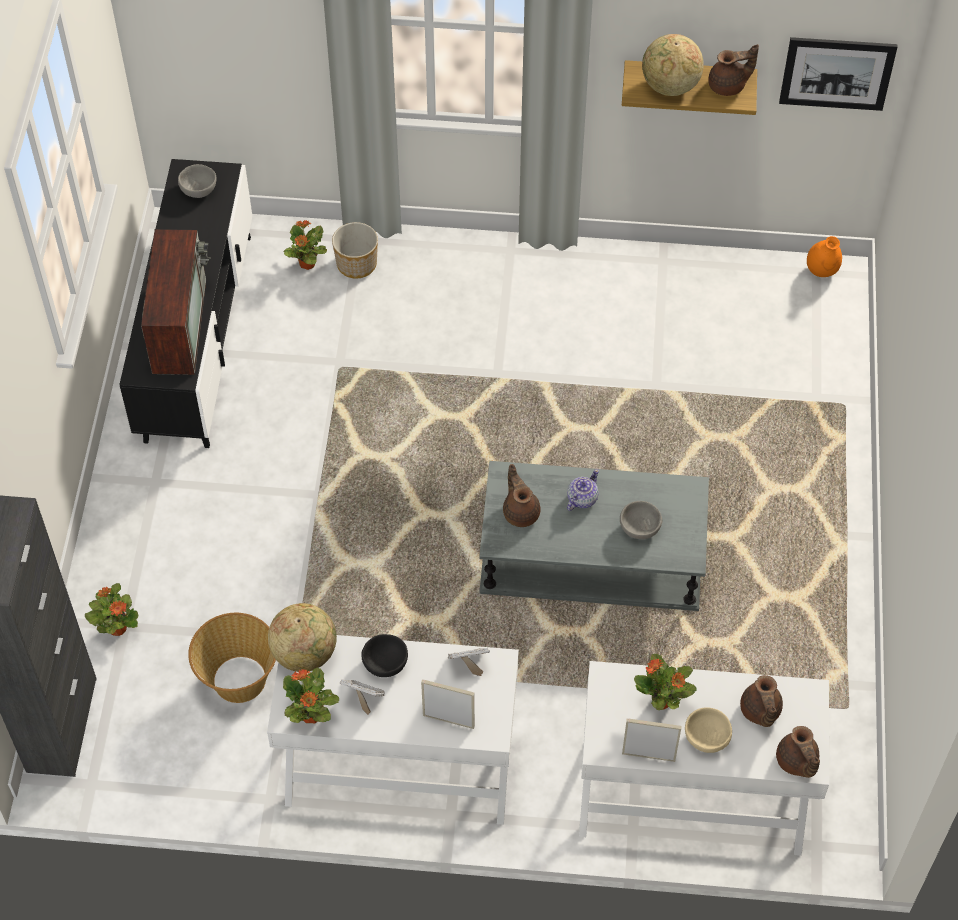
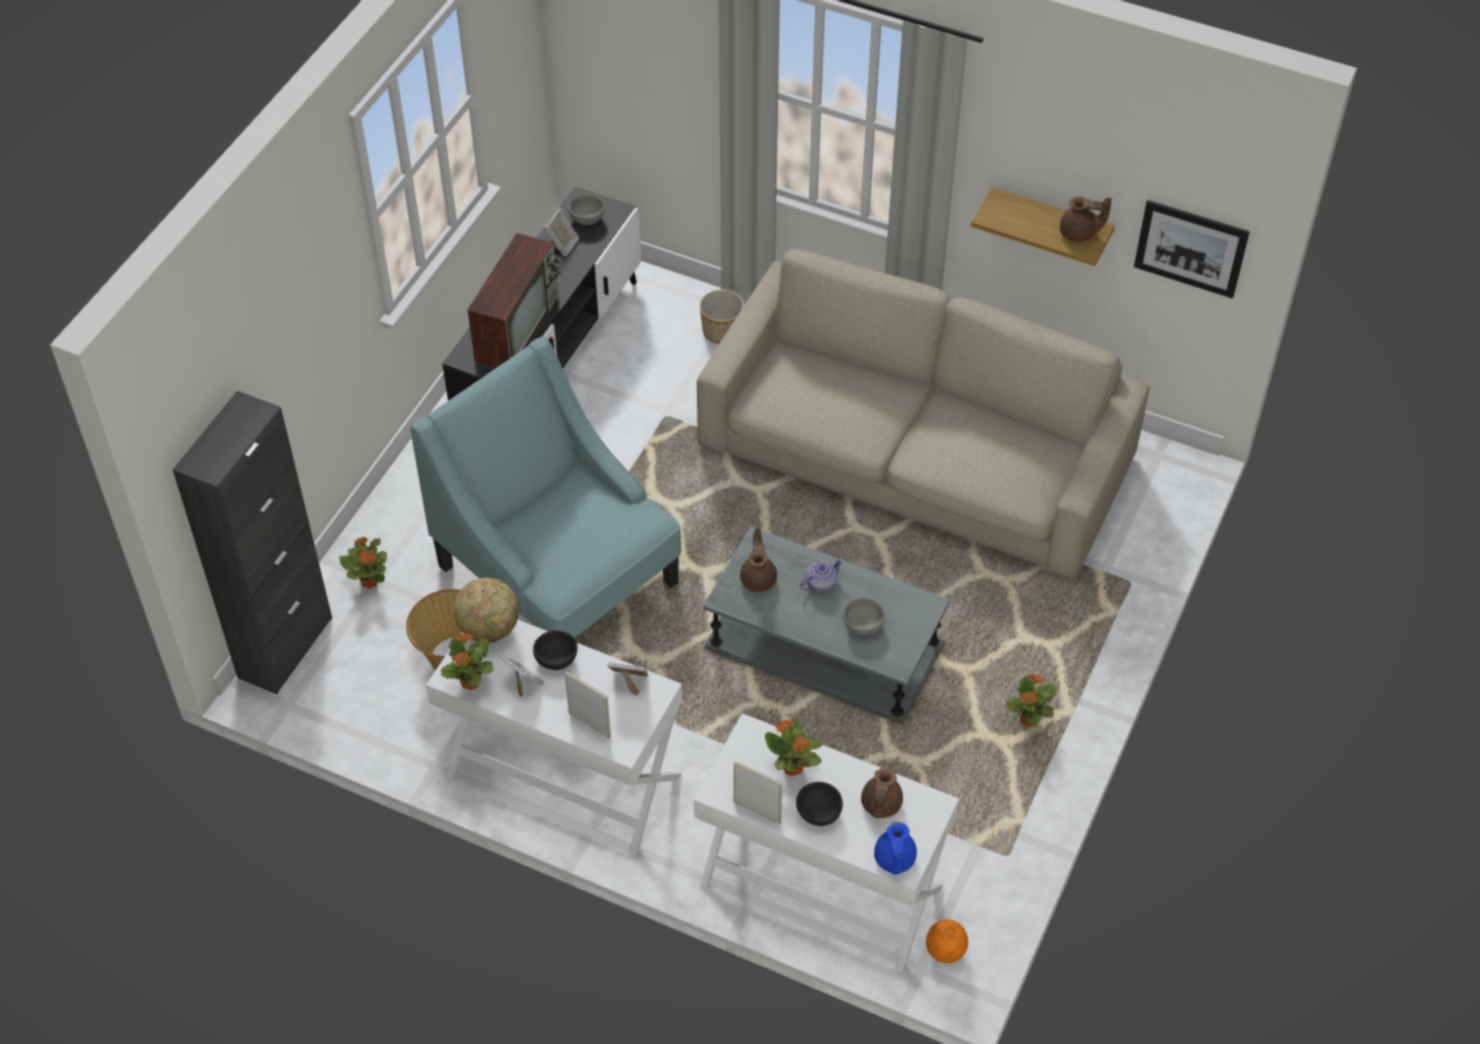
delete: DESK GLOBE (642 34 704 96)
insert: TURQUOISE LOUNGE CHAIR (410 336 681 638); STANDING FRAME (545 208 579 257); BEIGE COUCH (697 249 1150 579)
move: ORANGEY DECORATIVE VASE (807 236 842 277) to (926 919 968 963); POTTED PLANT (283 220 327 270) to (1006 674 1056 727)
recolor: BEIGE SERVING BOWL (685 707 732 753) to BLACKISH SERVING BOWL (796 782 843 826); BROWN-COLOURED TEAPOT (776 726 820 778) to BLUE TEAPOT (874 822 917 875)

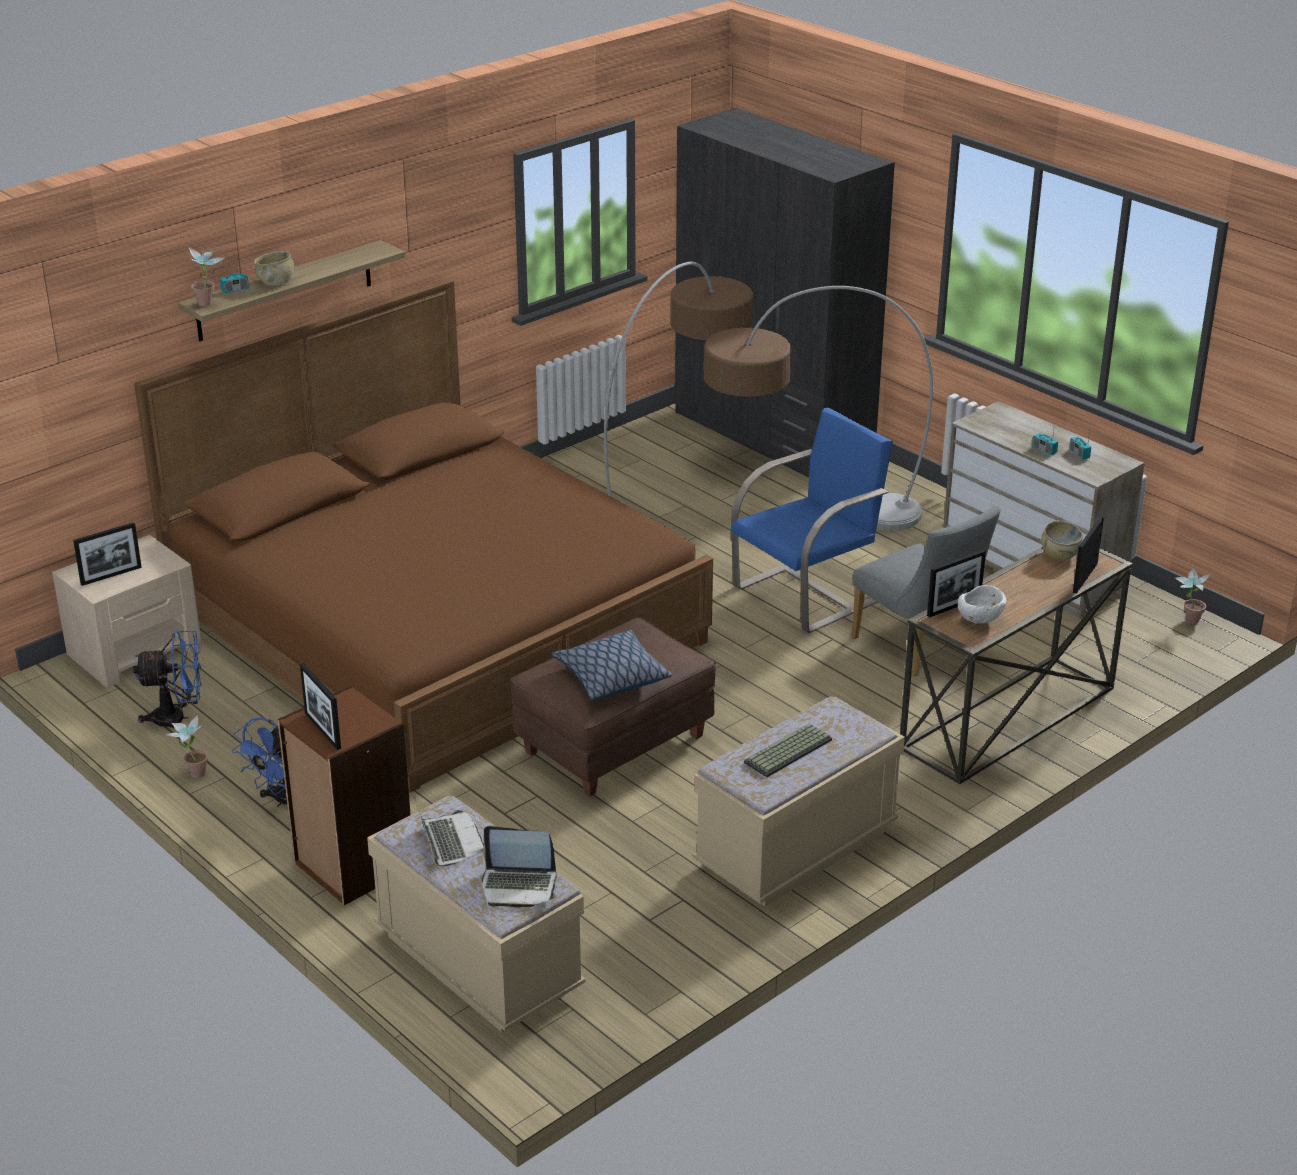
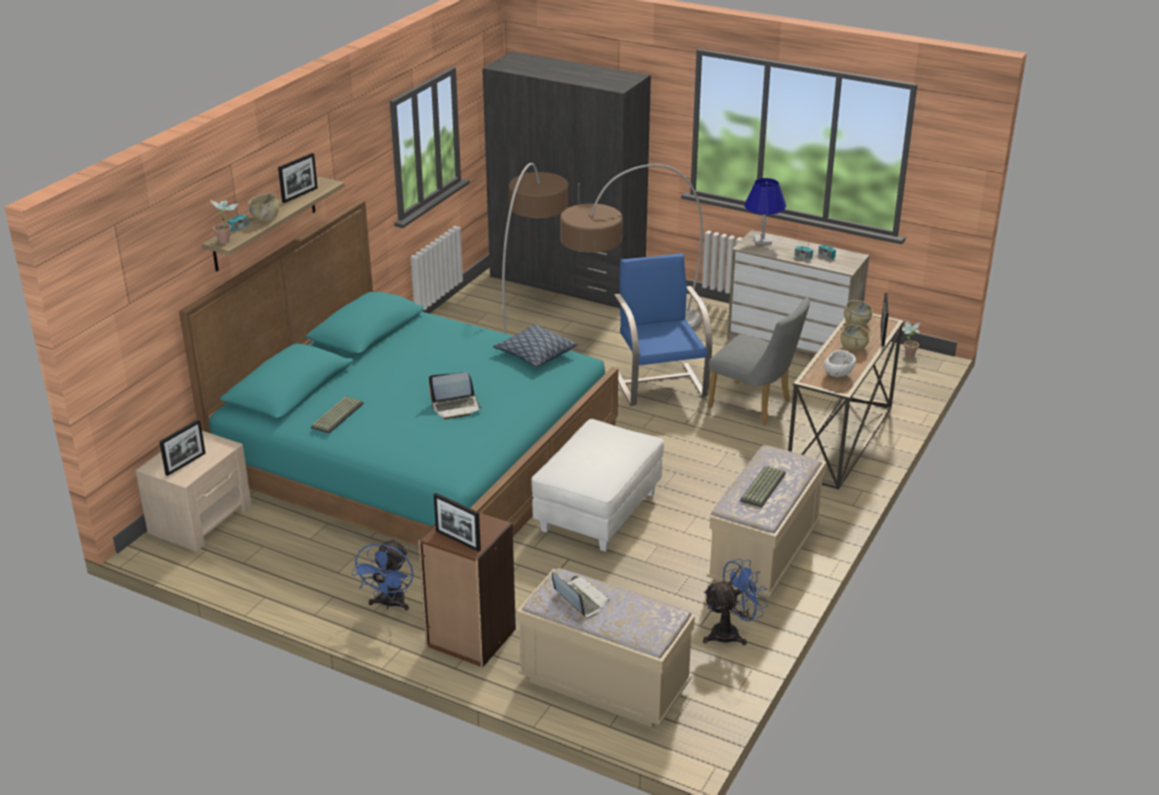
delete: POTTED PLANT (165 715 208 778)
insert: COMPUTER KEYBOARD (311 396 364 433); BLUE TABLE LAMP (744 178 786 244); BEIGE SERVING BOWL (840 325 870 352)
move: STANDING FRAME (927 550 986 617) to (278 153 318 203); NOTEBOOK COMPUTER (482 826 557 908) to (429 372 482 419); PILLOW (551 630 672 700) to (493 324 578 368); BLUE COOLING FAN (133 630 202 733) to (703 559 768 645)
recolor: BROWN-COLOURED SLEEPING BED (134 278 713 793) to TURQUOISE SLEEPING BED (179 199 618 547); BROWN-COLOURED OTTOMAN (511 618 716 797) to WHITE OTTOMAN (531 419 664 552)
rotate: BLUE LOUNGE CHAIR (731 408 893 633) = (614 253 712 406) 45 degrees counterclockwise

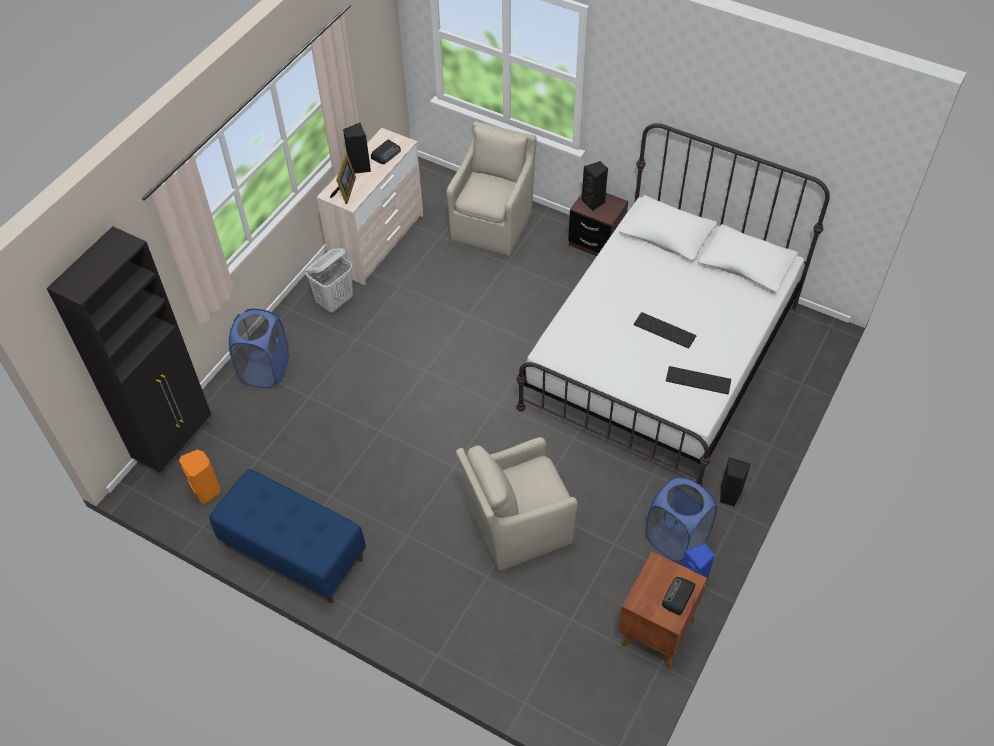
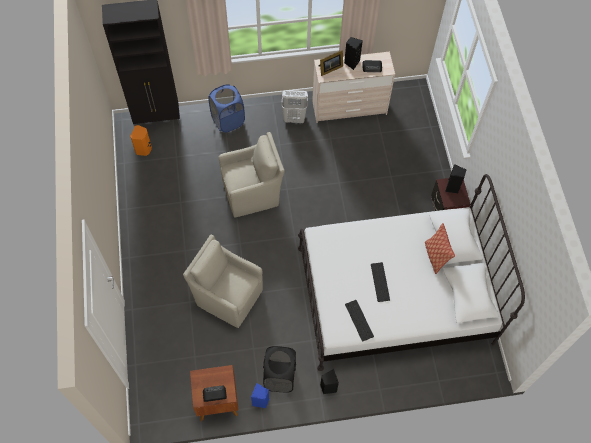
delete: BLUE LONG SEAT (209 469 366 603)
insert: PILLOW (425 223 455 274)
move: BEIGE LOUNGE CHAIR (446 121 537 256) to (219 132 284 217)
recolor: BLUE HAMPER (645 476 718 563) to BLACKISH HAMPER (263 346 296 393)

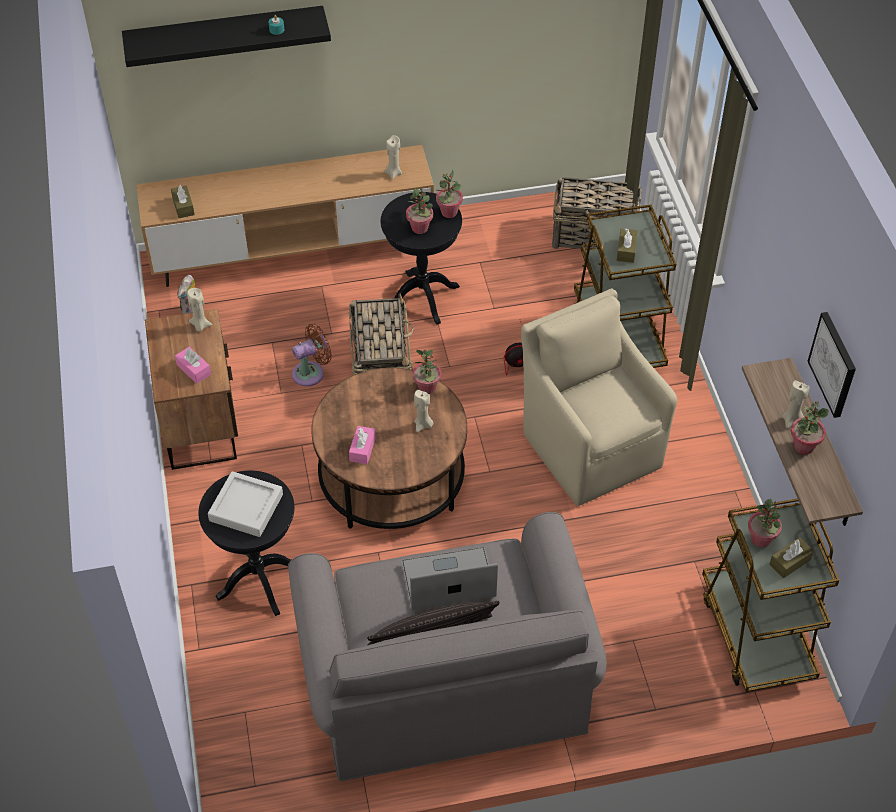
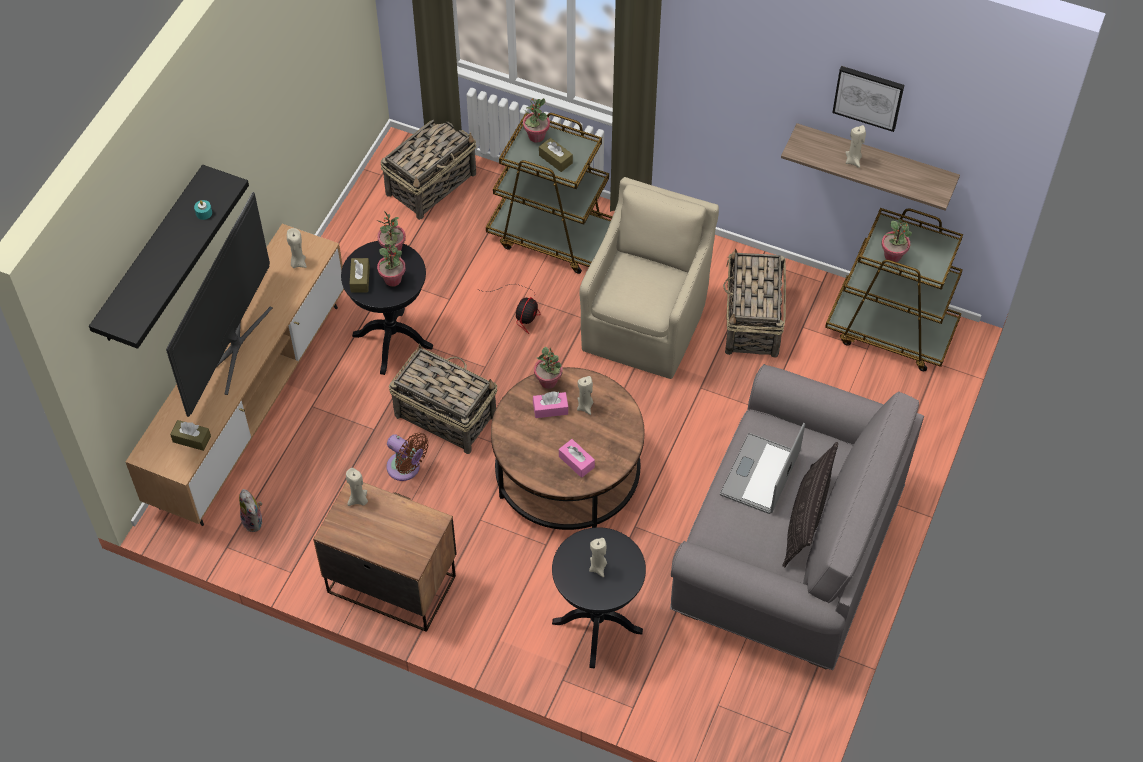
insert: TV SET (166 192 273 417); STORAGE BASKET (723 249 786 358)
move: BROWN-COLOURED TISSUE HOLDER (769 537 814 578) to (349 258 370 293); POTTED PLANT (791 401 829 454) to (523 98 550 143); PINKISH TISSUE HOLDER (175 347 211 384) to (533 391 568 418)
replace: GRAY CARRYING TRAY (208 471 283 537) to BEIGE CANDLE (589 538 607 577)
rotate: BROWN-COLOURED COOLING FAN (292 324 332 386) = (386 433 429 481) 120 degrees clockwise; BEIGE LOUNGE CHAIR (521 288 677 506) = (579 177 719 379) 105 degrees clockwise

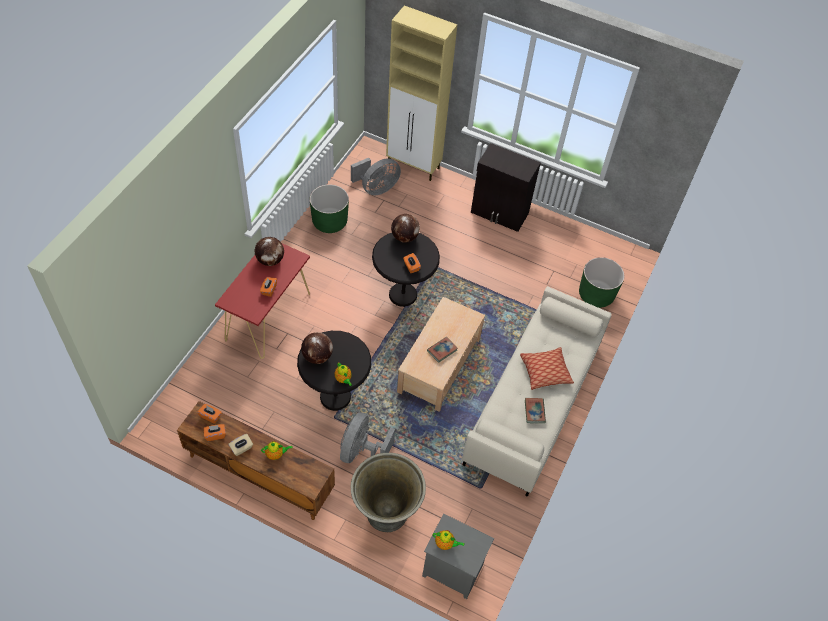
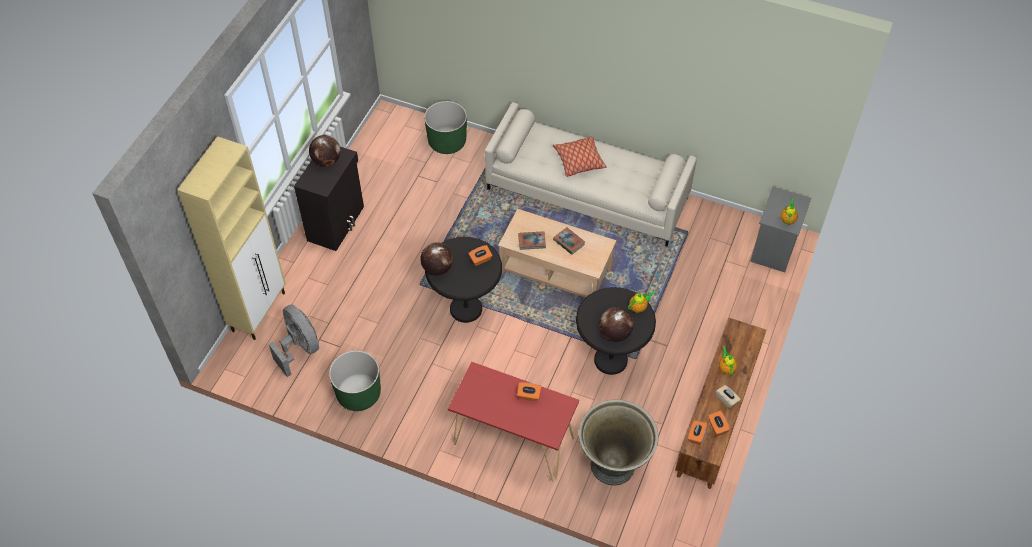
delete: GRAY COOLING FAN (340 412 395 463)
move: DESK GLOBE (255 237 284 266) to (309 135 341 167); BOUND BOOK (525 398 546 423) to (518 231 546 250); GRAY PLANT POT (350 453 426 532) to (579 400 658 486)

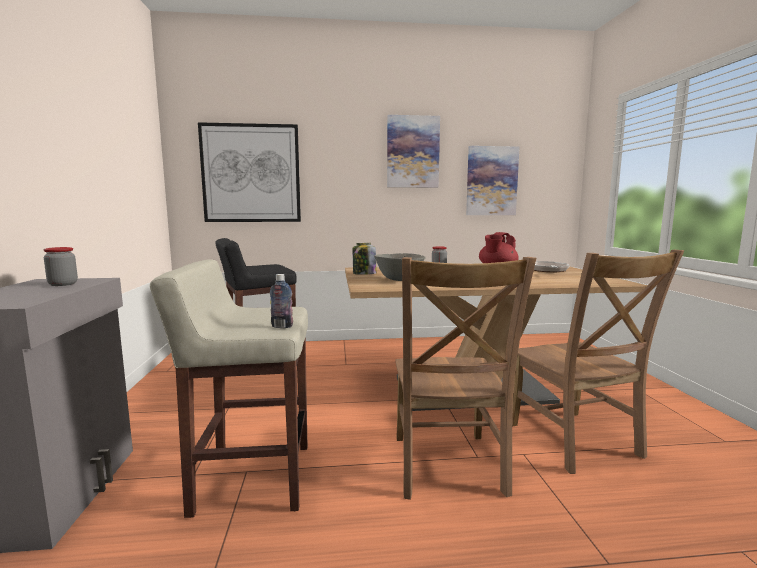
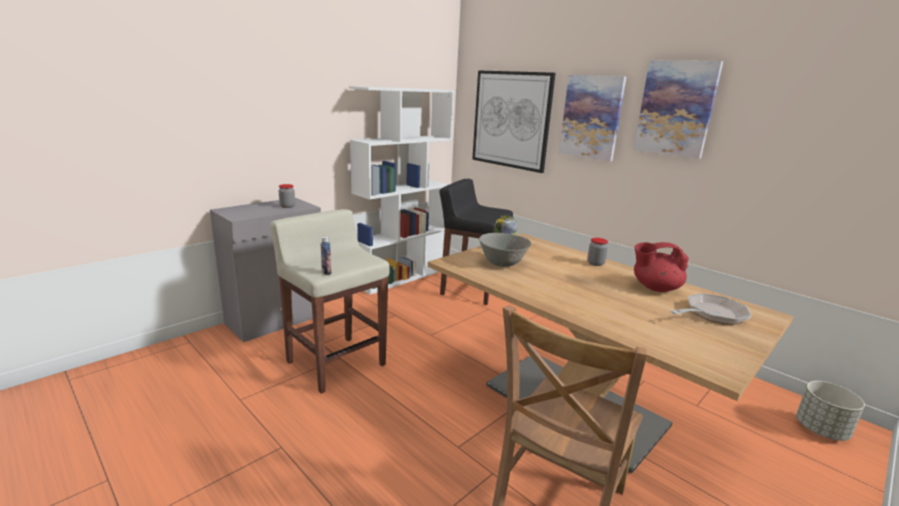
delete: BROWN-COLOURED PLAIN CHAIR (395 257 536 500)
insert: WHITE SHELVING UNIT (349 86 454 295); GRAY PLANT POT (796 381 865 441)
move: WALL ART (466 146 520 215) to (559 75 626 161)

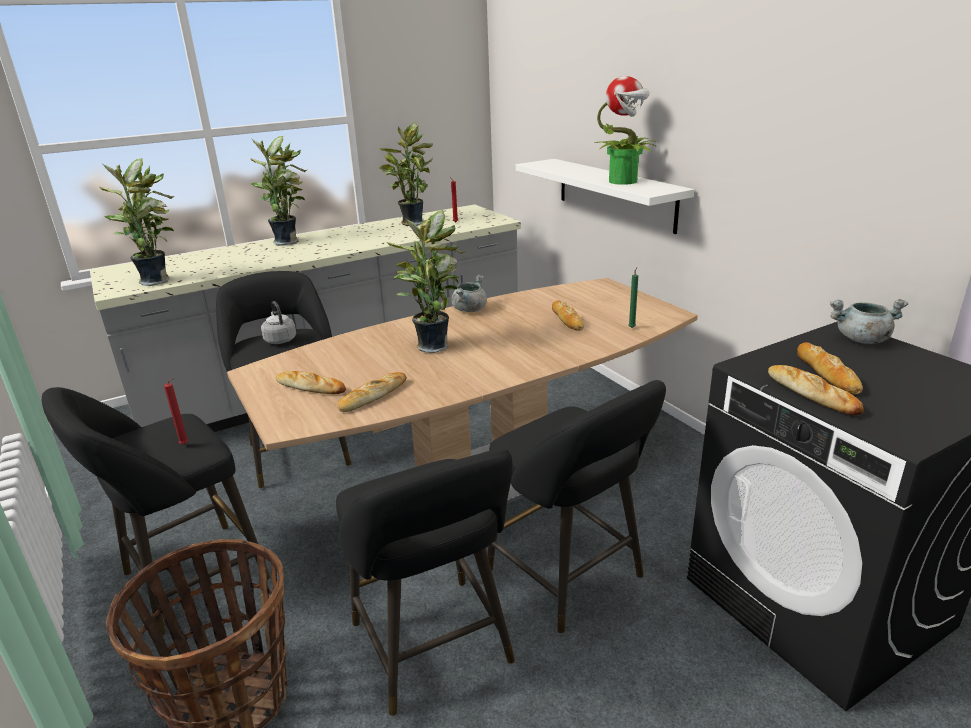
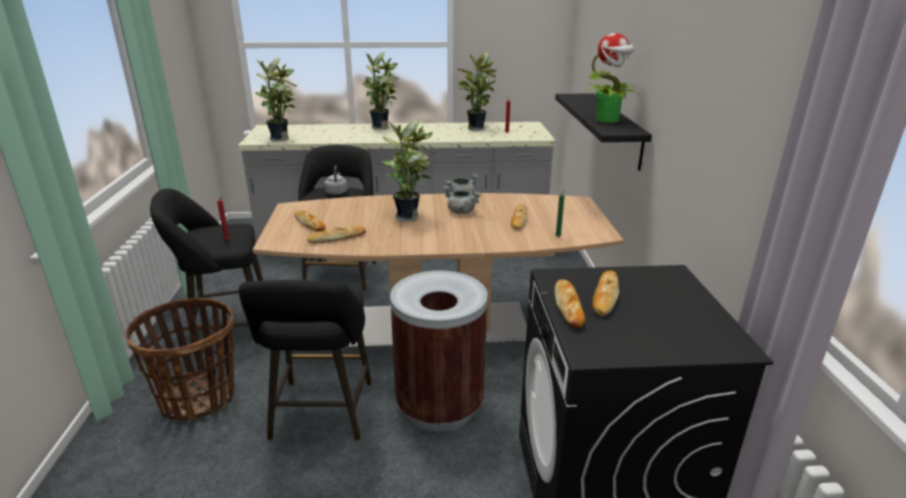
move: GRAY COOKING POT (830 299 908 344) to (443 186 481 214)
replace: BLACKISH STOOL SEAT (487 380 666 634) to BROWN-COLOURED WASTE BIN (390 271 488 432)
recolor: WHITE SHELF (516 159 694 234) to BLACKISH SHELF (555 93 652 171)

